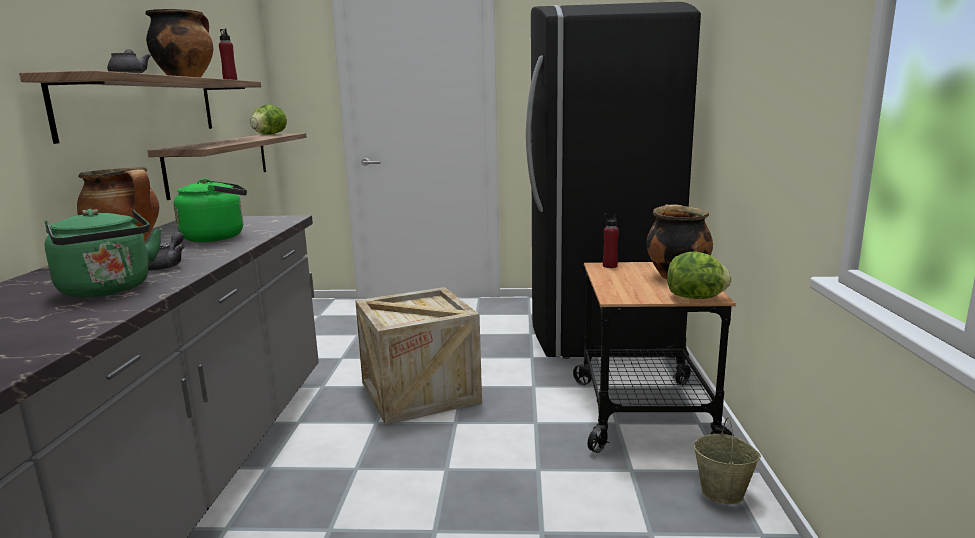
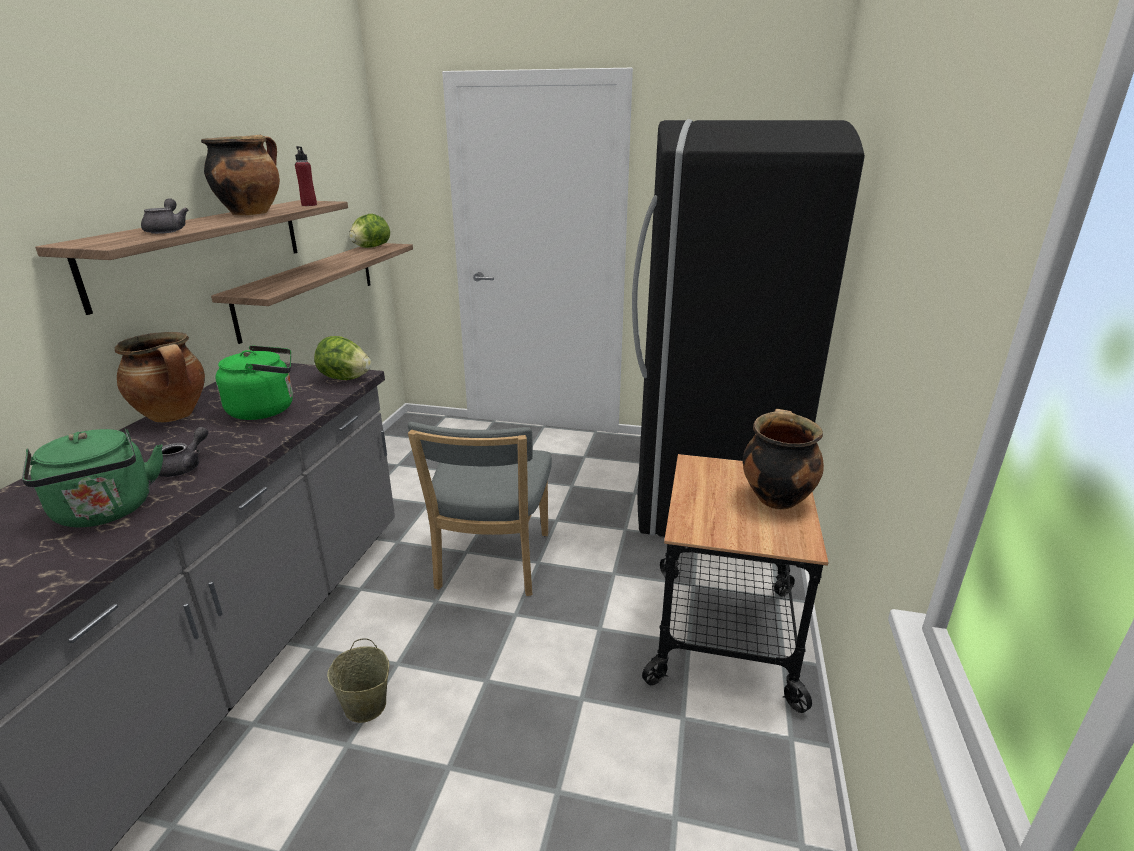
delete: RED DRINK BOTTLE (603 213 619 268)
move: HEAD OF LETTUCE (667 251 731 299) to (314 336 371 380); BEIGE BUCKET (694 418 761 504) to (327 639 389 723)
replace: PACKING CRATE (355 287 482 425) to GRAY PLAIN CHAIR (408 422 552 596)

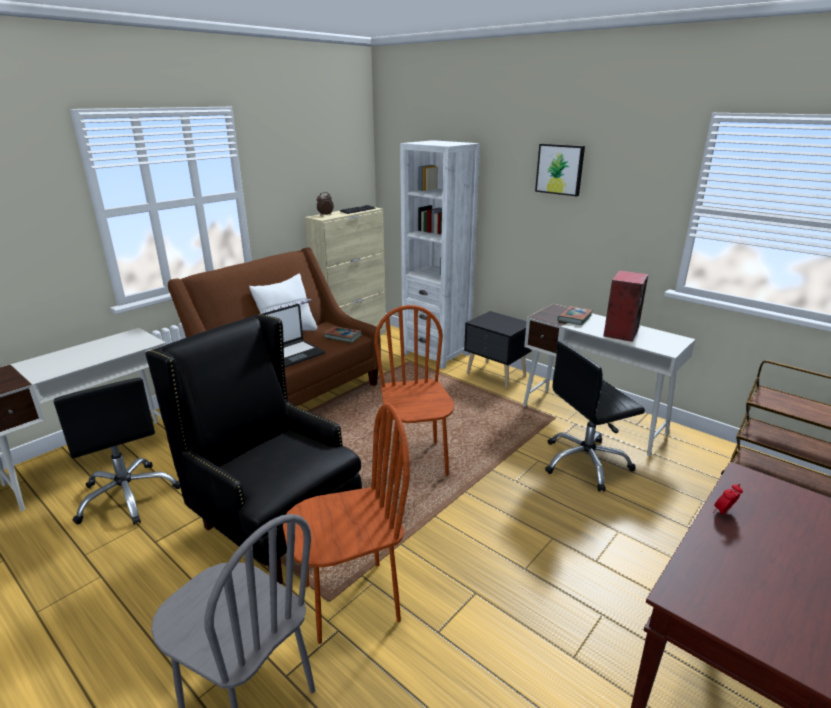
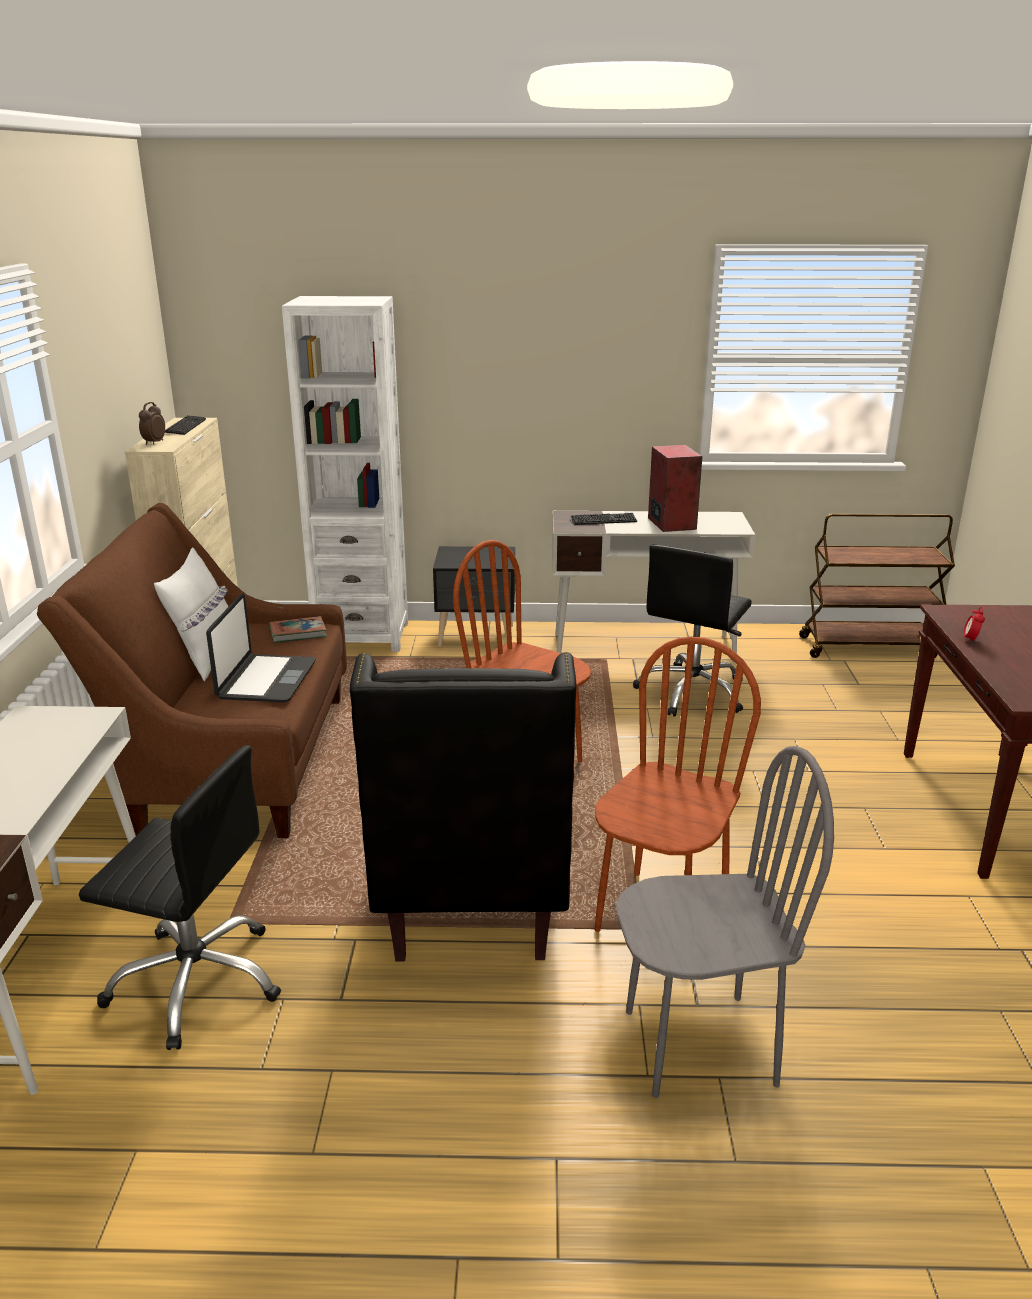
delete: WALL ART (535 144 585 196)
replace: BOUND BOOK (557 306 593 325) to COMPUTER KEYBOARD (571 513 637 525)
rotate: BLACKISH LOUNGE CHAIR (145 314 362 584) = (350 652 576 961) 90 degrees counterclockwise

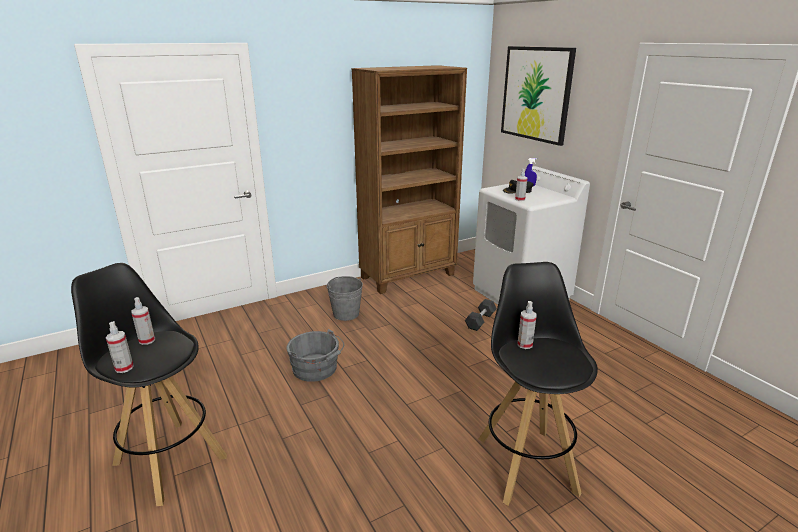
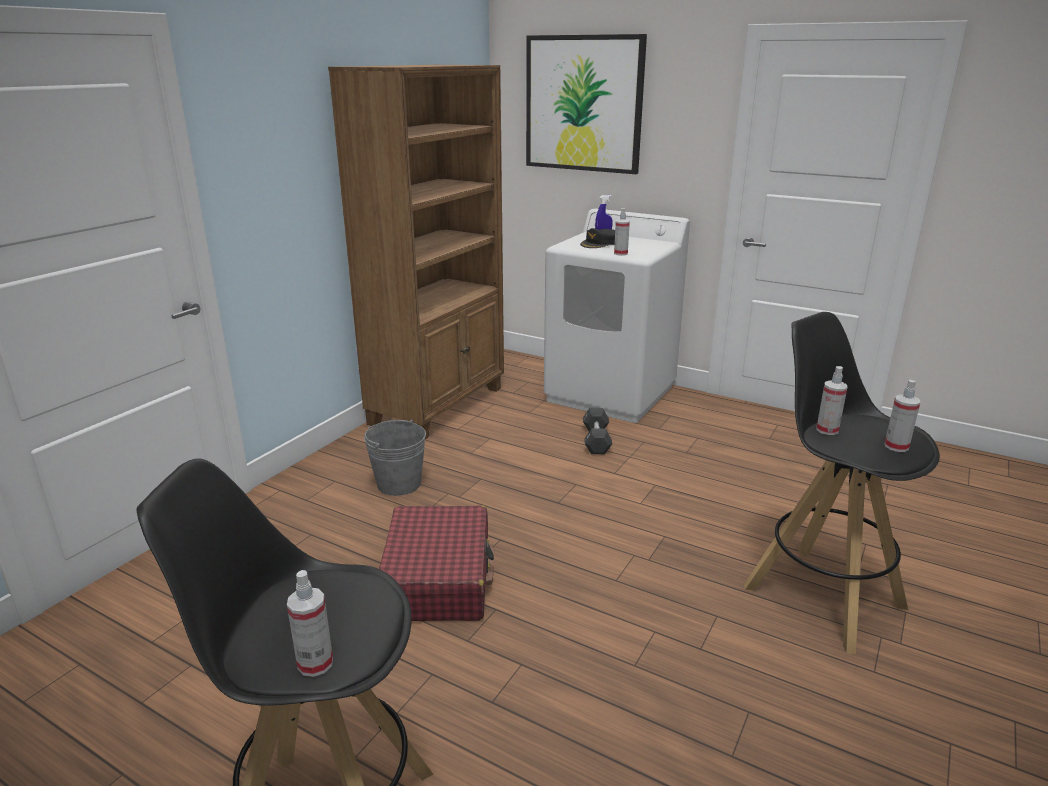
move: SPRAYER (131 297 155 345) to (885 380 920 452)
replace: GRAY BUCKET (287 329 344 382) to RED PIECE OF LUGGAGE (379 505 494 621)

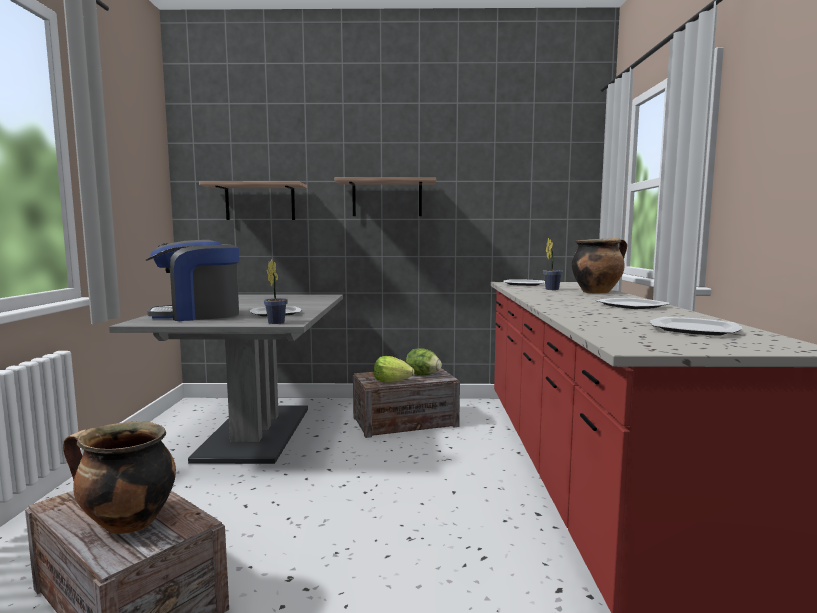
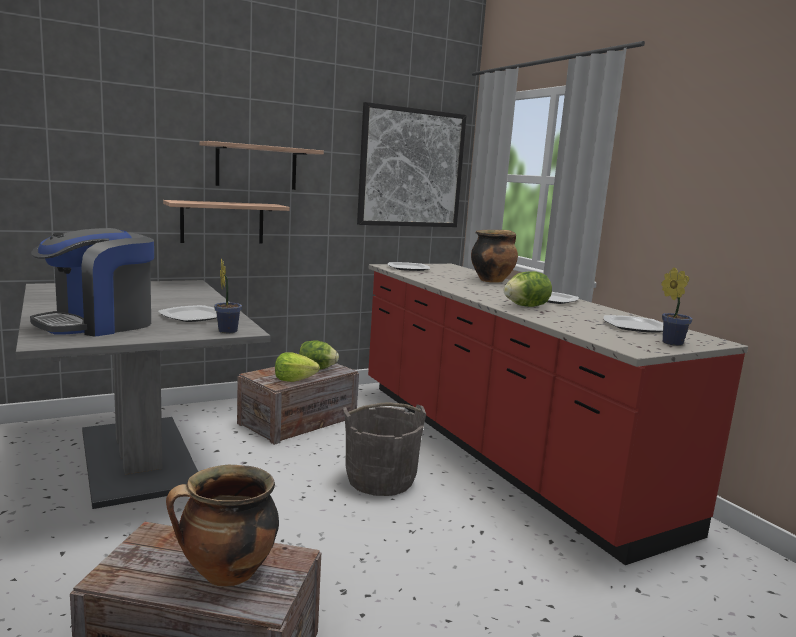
insert: GRAY BUCKET (343 402 426 496); WALL ART (357 102 467 227); HEAD OF LETTUCE (504 271 552 307)
move: SHELF (199 182 307 220) to (163 200 290 244); POTTED PLANT (543 238 563 290) to (661 267 693 346)

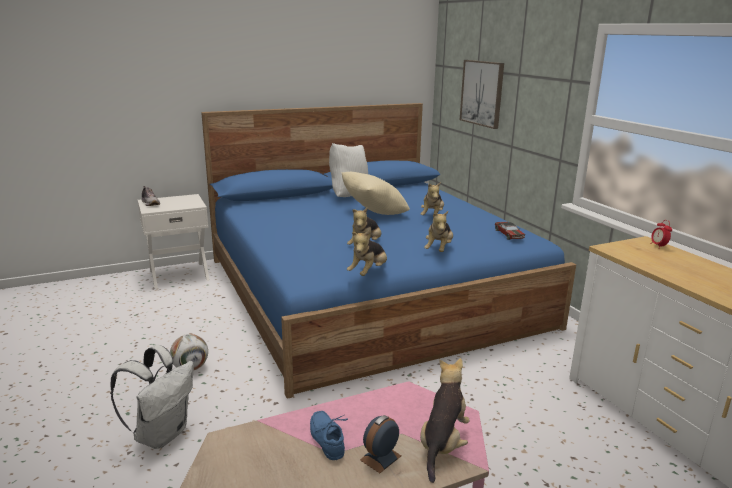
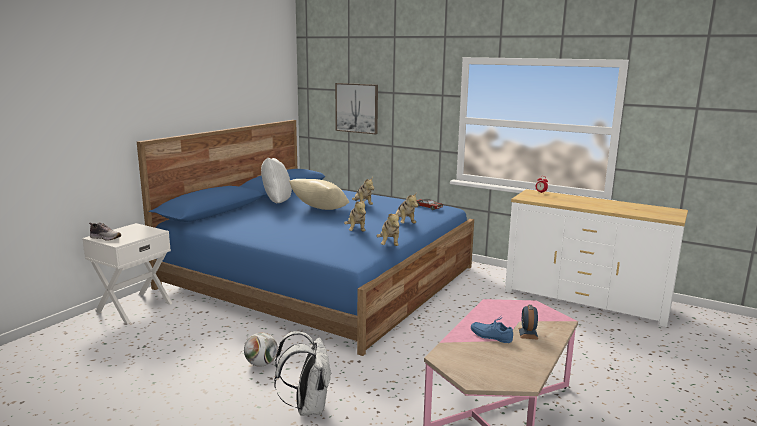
delete: SOFT TOY (420 358 470 483)

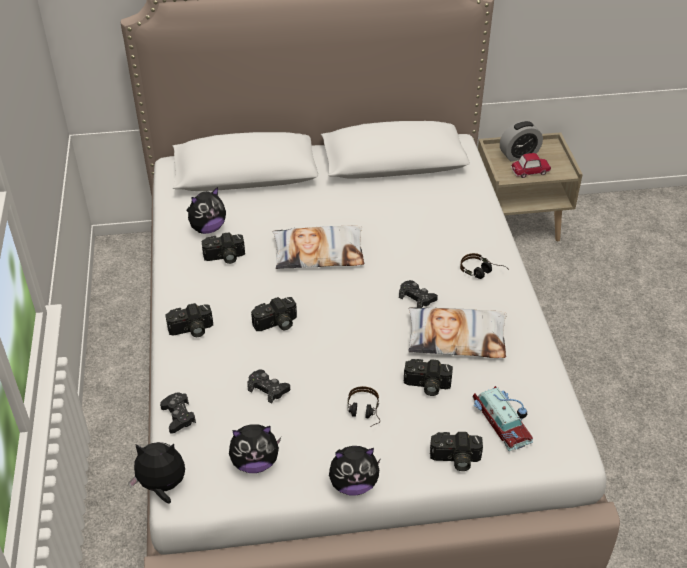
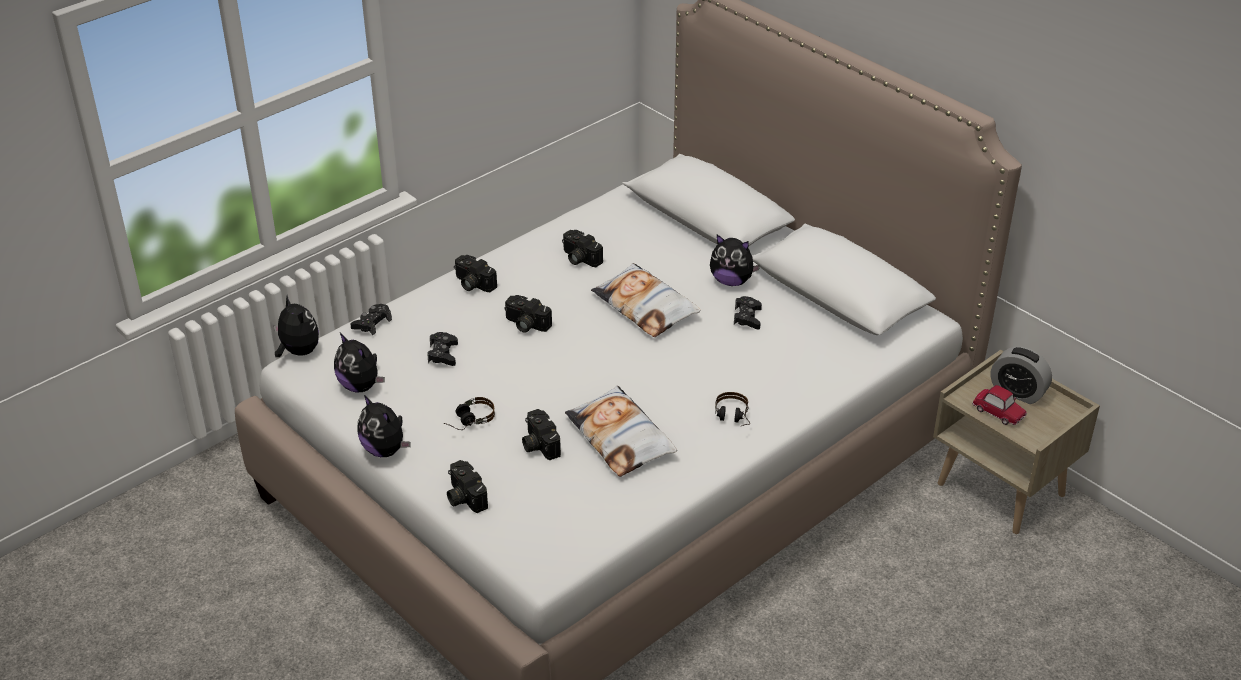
delete: TOY CAR (473 386 533 451)
move: SOFT TOY (187 187 226 234) to (710 235 760 286); BLACKISH JOYPAD (399 280 438 308) to (734 296 762 329)

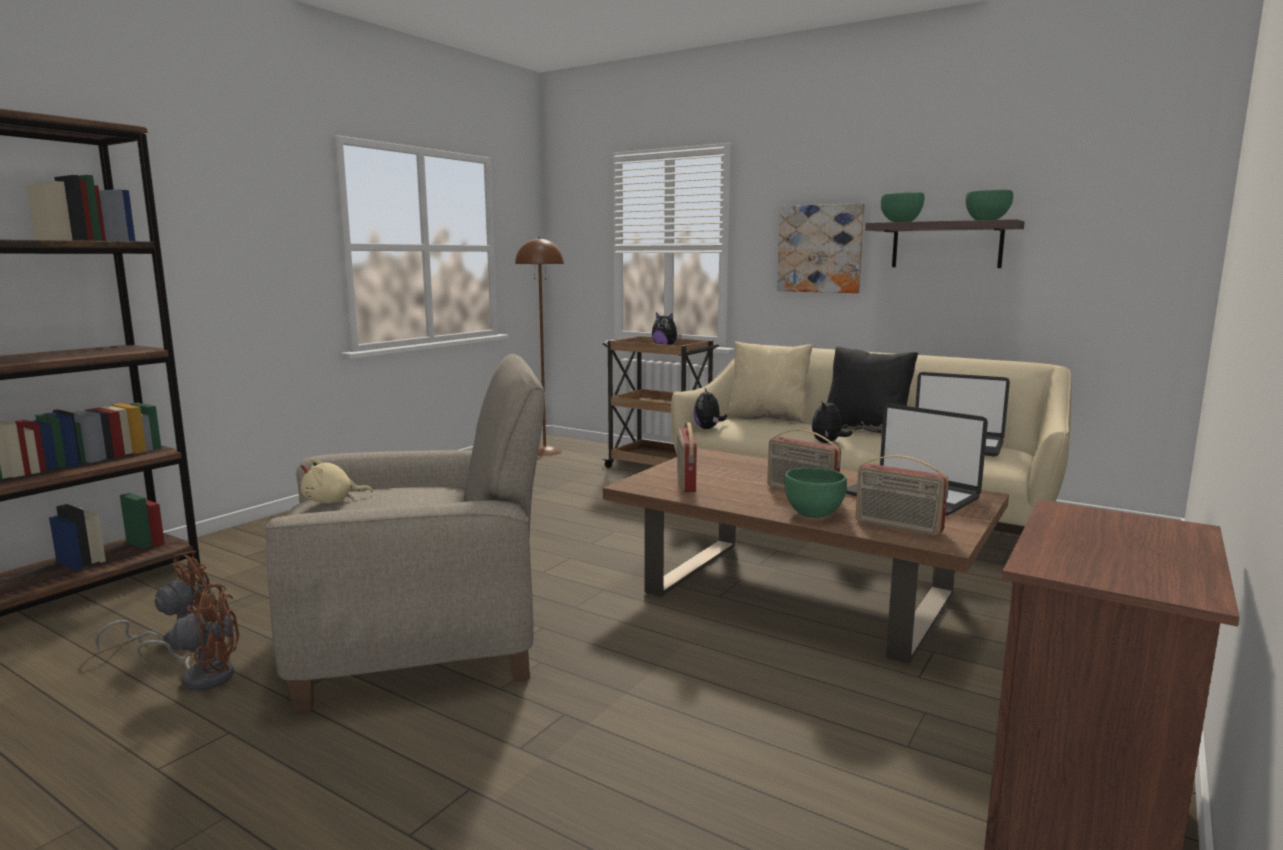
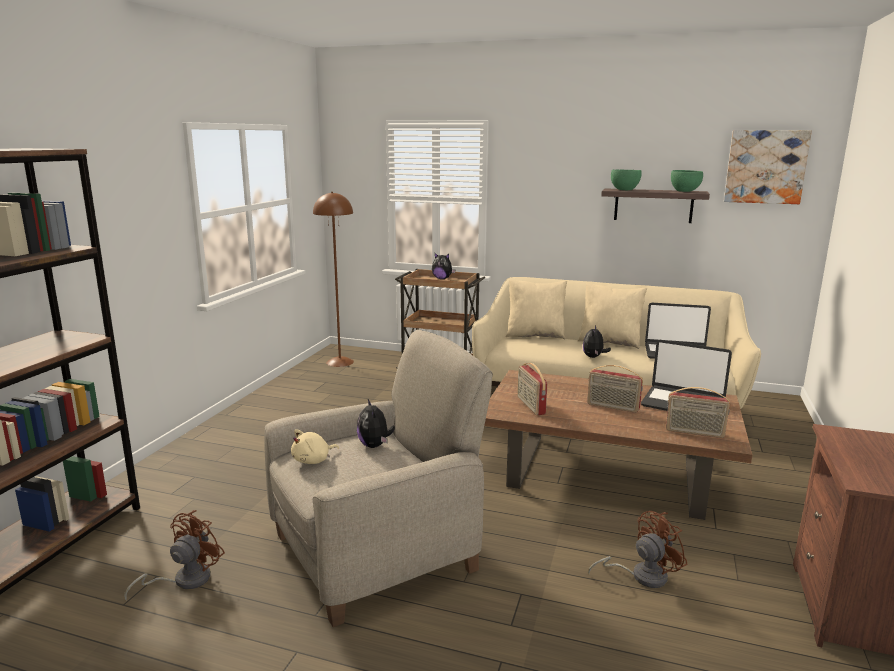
delete: GREEN SERVING BOWL (785 468 847 518)
move: SOFT TOY (693 388 727 429) to (357 399 395 448); BROWN-COLOURED COOLING FAN (137 584 239 691) to (588 511 688 588); WALL ART (777 203 865 293) to (724 130 812 204)
recolor: BLACKISH PILLOW (827 346 918 433) to BEIGE PILLOW (578 282 647 349)

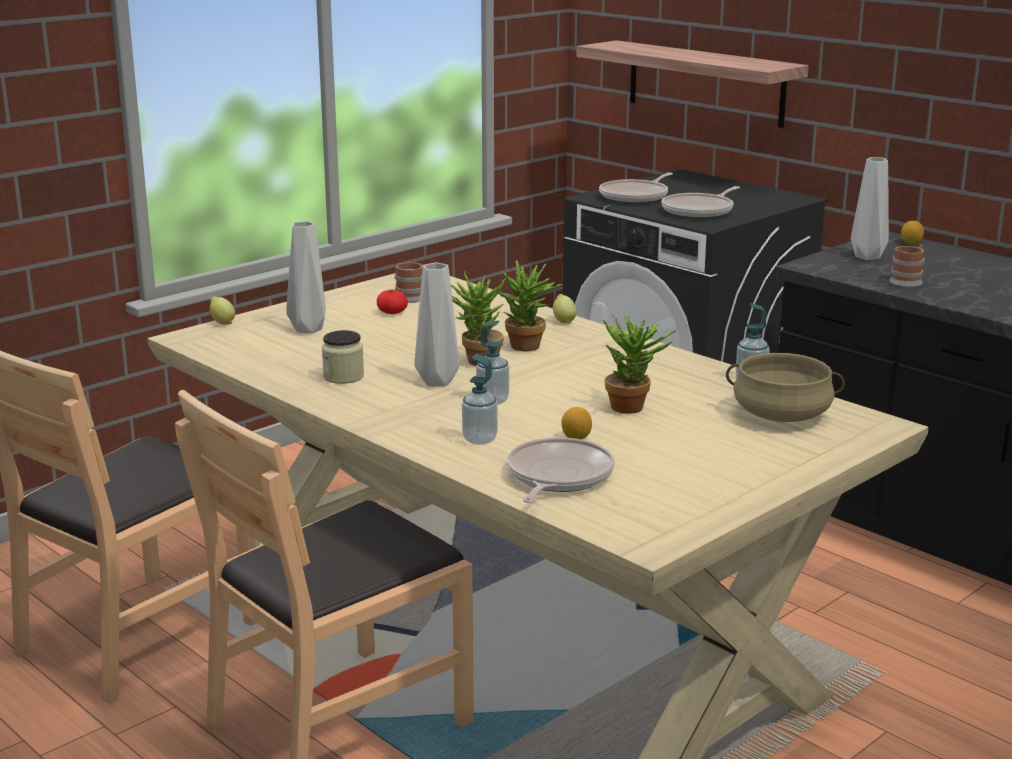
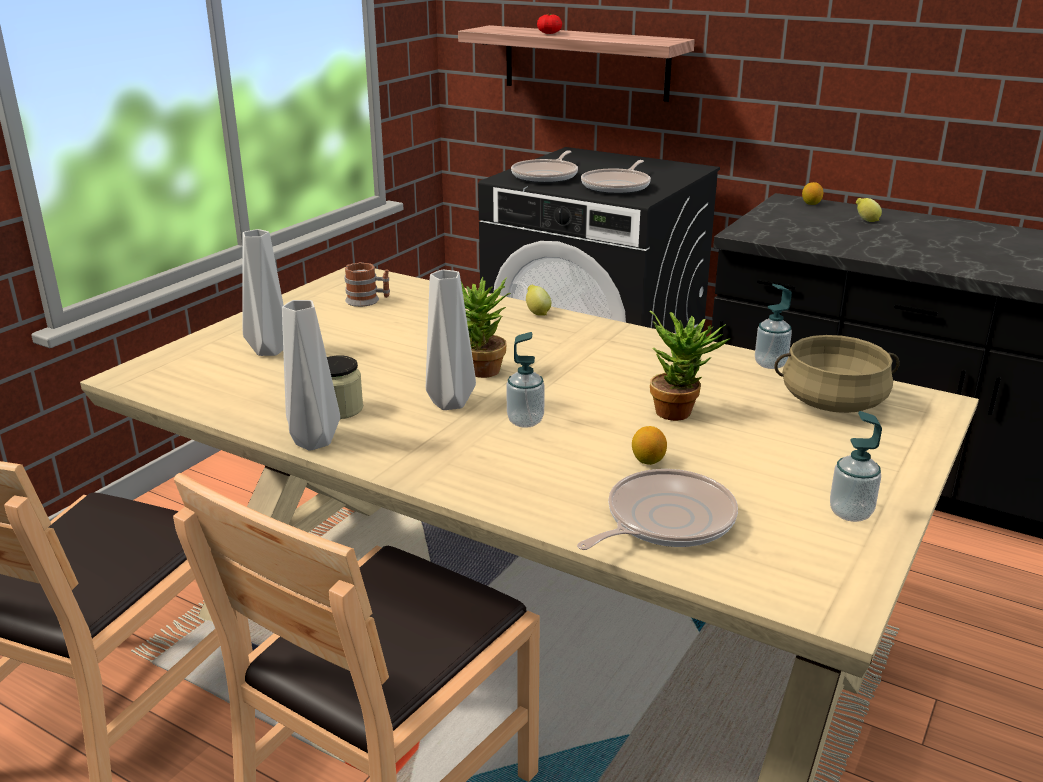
delete: POTTED PLANT (498 260 563 351); COFFEE MUG (889 245 924 287)
move: GRAY DECORATIVE VASE (851 157 889 260) to (282 300 340 450); TOMATO (377 289 408 314) to (537 14 562 34); LIQUID SOAP BOTTLE (462 354 498 445) to (830 411 882 522); LEMON (210 296 235 325) to (856 198 882 222)
rotate: PAN (507 437 615 503) = (577 469 738 550) 45 degrees clockwise

